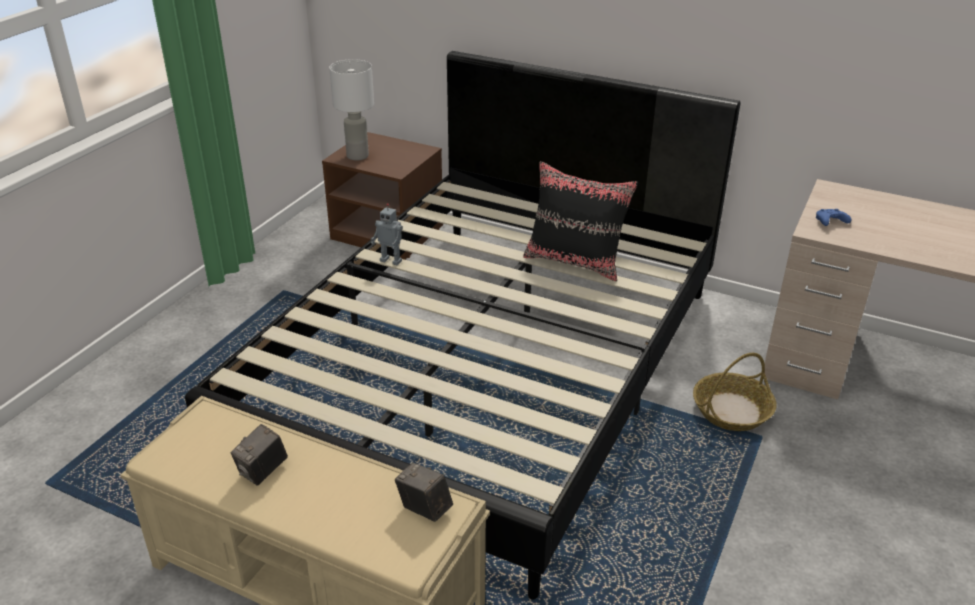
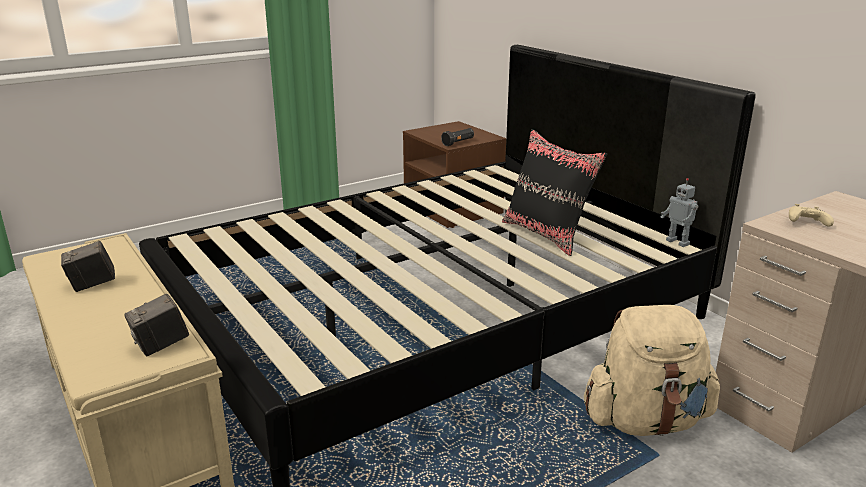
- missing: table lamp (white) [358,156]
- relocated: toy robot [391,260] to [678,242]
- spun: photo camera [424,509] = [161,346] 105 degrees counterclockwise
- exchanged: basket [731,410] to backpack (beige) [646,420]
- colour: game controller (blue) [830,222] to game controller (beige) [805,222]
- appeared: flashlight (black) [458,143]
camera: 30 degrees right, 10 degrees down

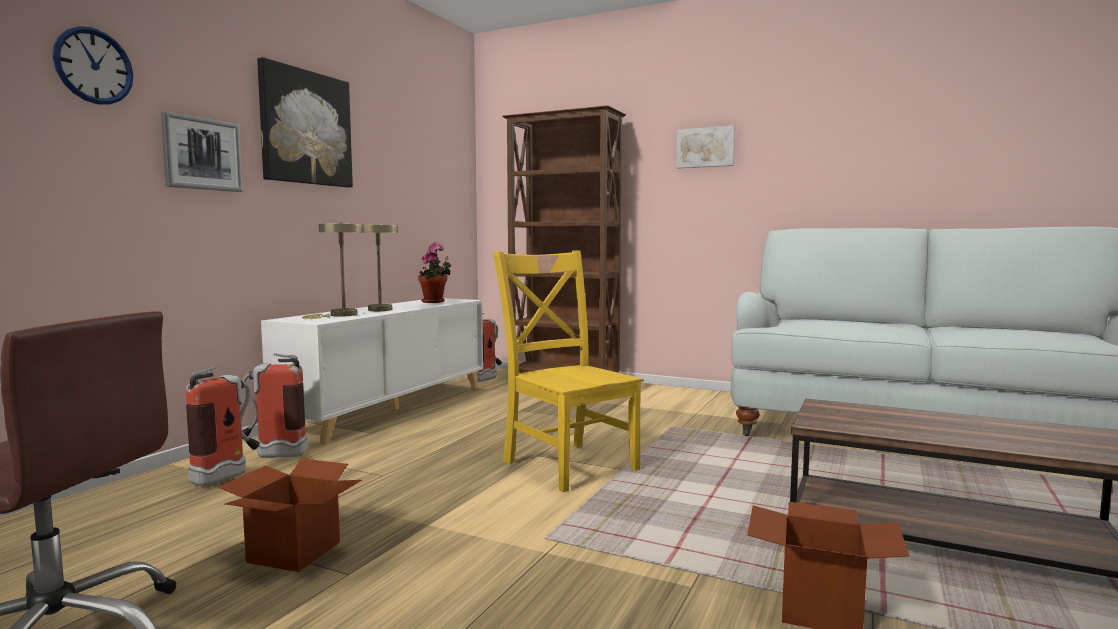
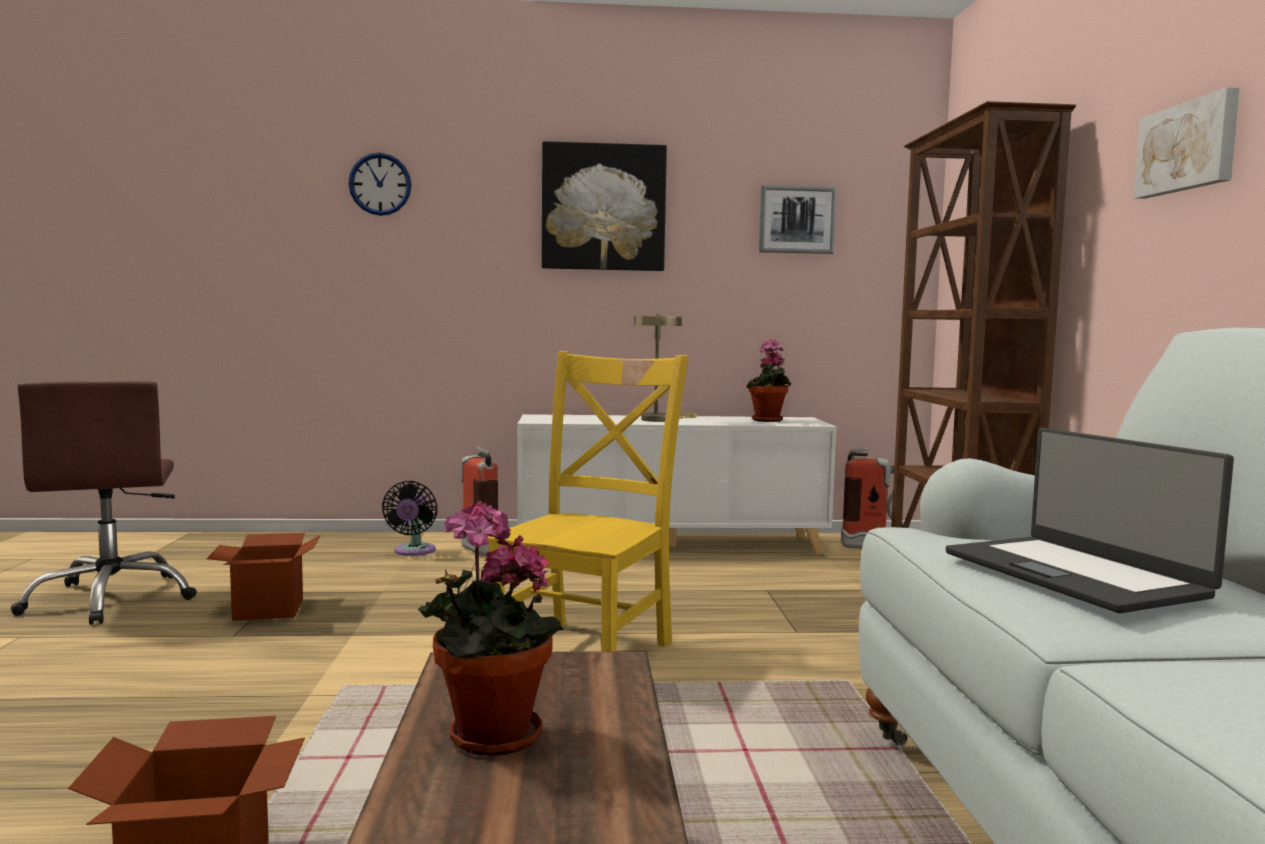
- relocated: picture [202,154] to [796,220]
- exchanged: fire extinguisher [228,476] to fan (black) [413,551]
- missing: table lamp (beige) [339,315]
- appeared: potted plant [487,738]
- appeared: laptop [1074,574]
camera: 60 degrees right, 0 degrees up

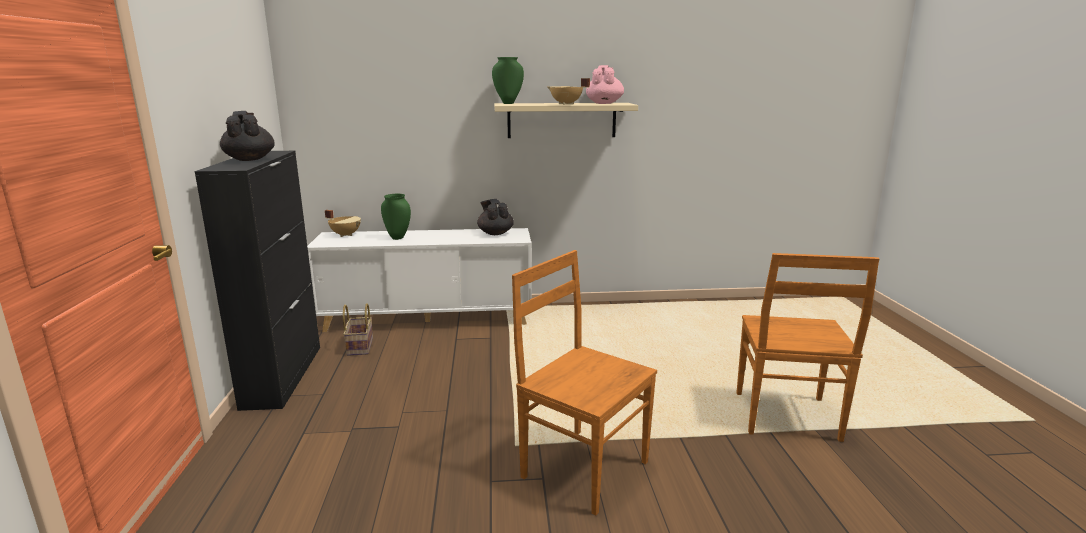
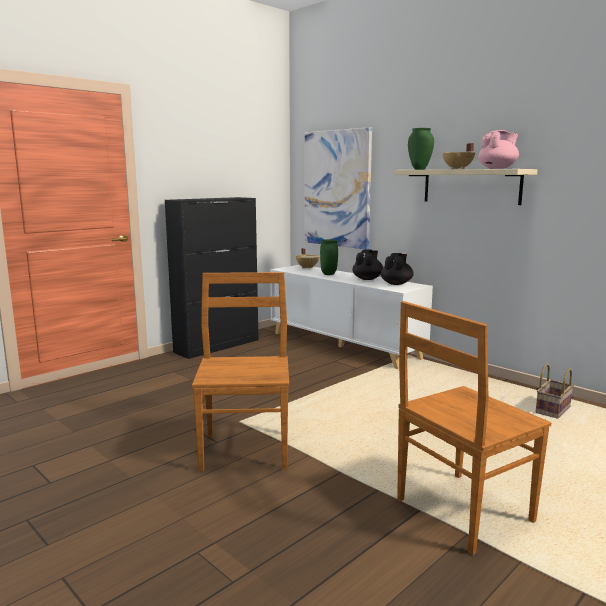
- relocated: teapot (black) [249,159] to [367,279]
- relocated: basket [359,346] to [552,409]
- appeared: picture [337,189]
camera: 50 degrees right, 5 degrees down

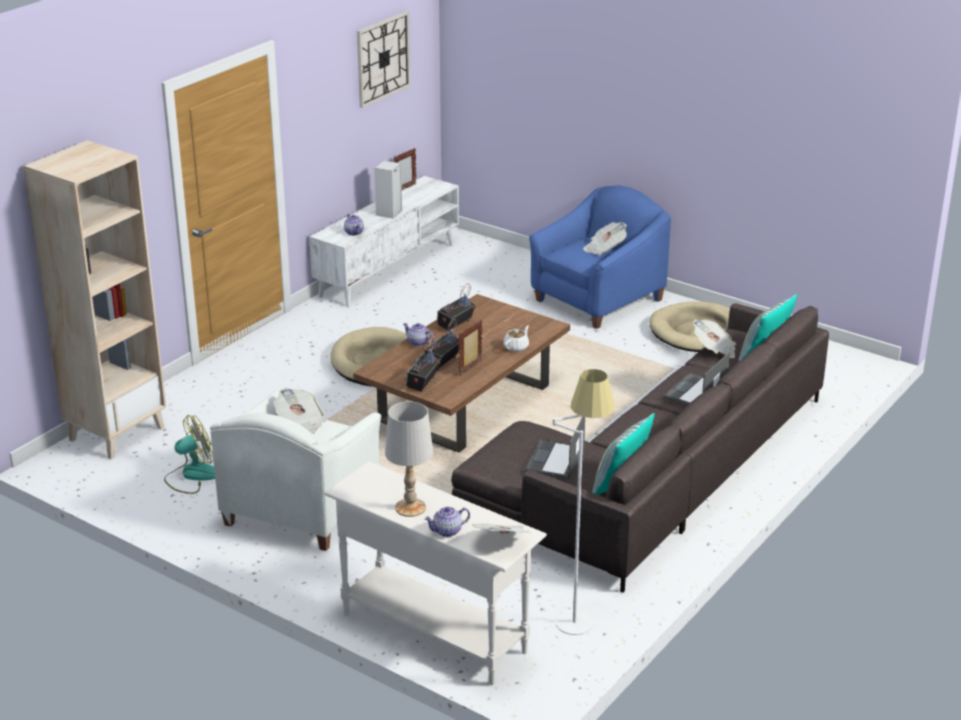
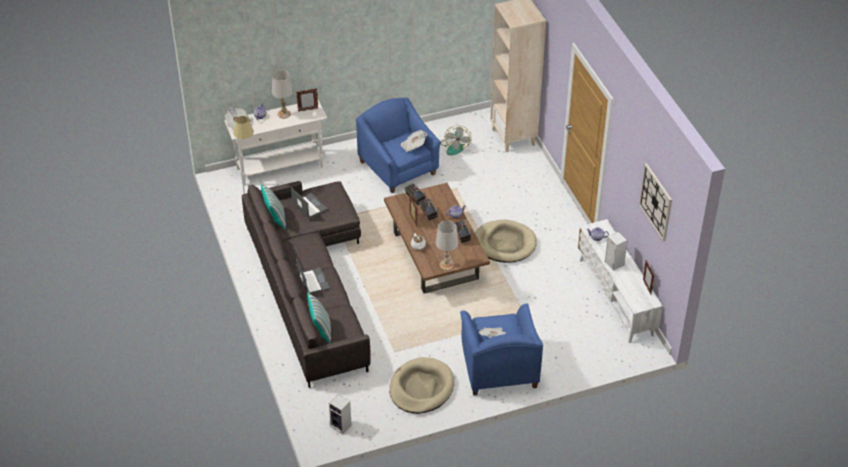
- colour: armchair (white) [302,507] to armchair (blue) [398,168]
- missing: newspaper [714,349]
- appeared: picture frame [308,110]
- appeared: speaker [341,426]
- appeared: table lamp (white) [446,264]
camera: 125 degrees right, 15 degrees up

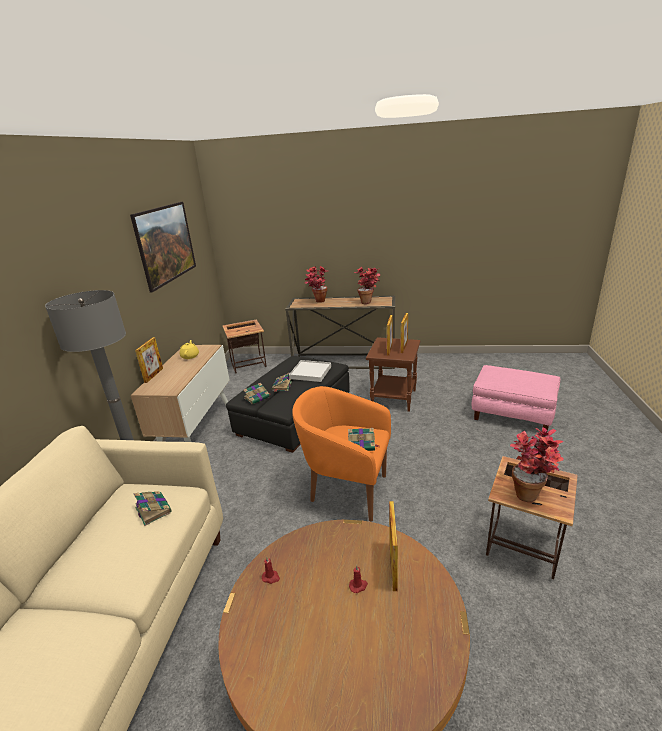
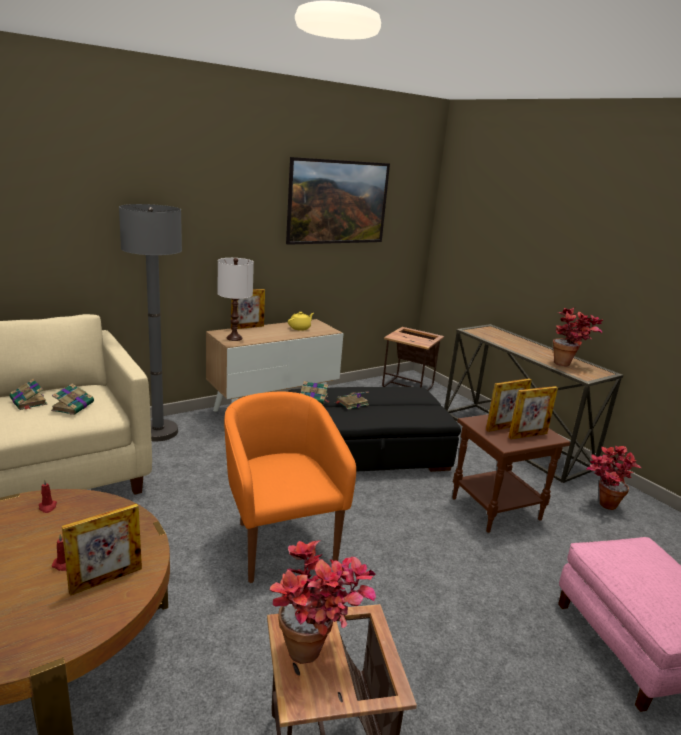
- missing: tray (white) [310,372]
- relocated: potted plant [317,302] to [601,504]
- relocated: book [362,445] to [29,402]
- appeared: table lamp (white) [234,338]
camera: 45 degrees right, 5 degrees down

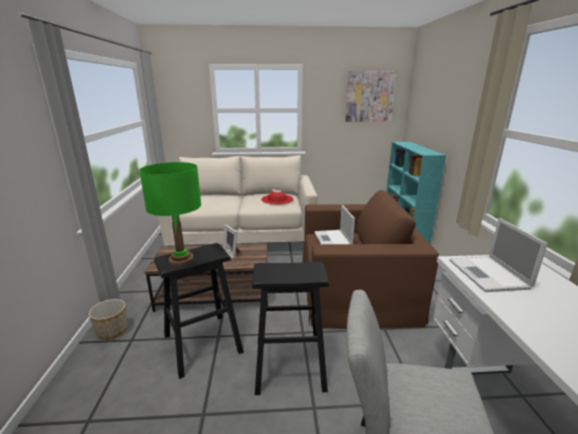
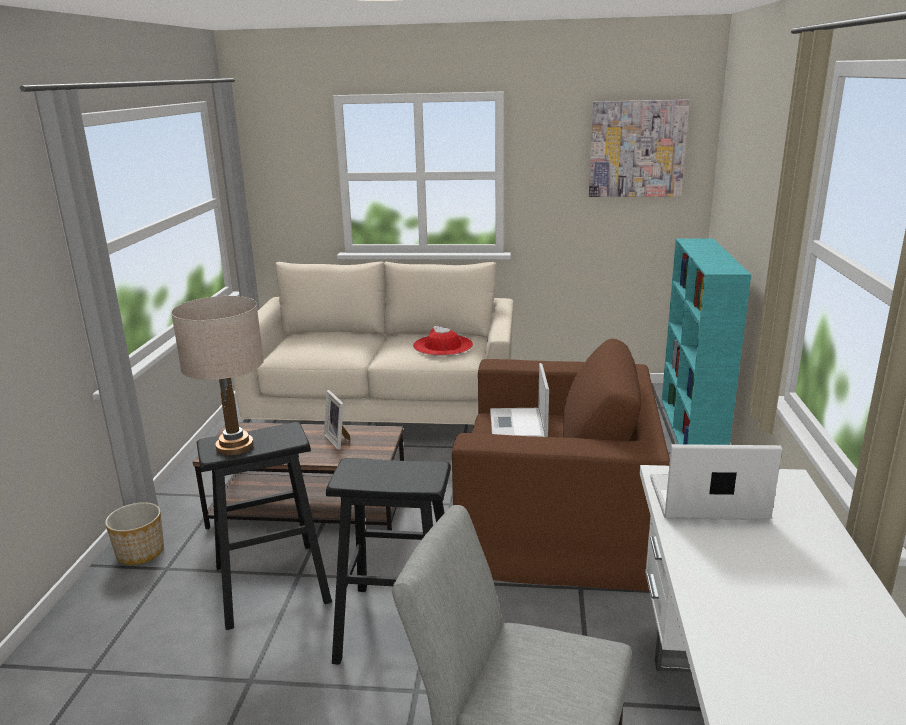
- colour: table lamp (green) [181,260] to table lamp (beige) [234,446]
- spun: laptop [489,274] = [704,499] 90 degrees clockwise
camera: 10 degrees right, 0 degrees up

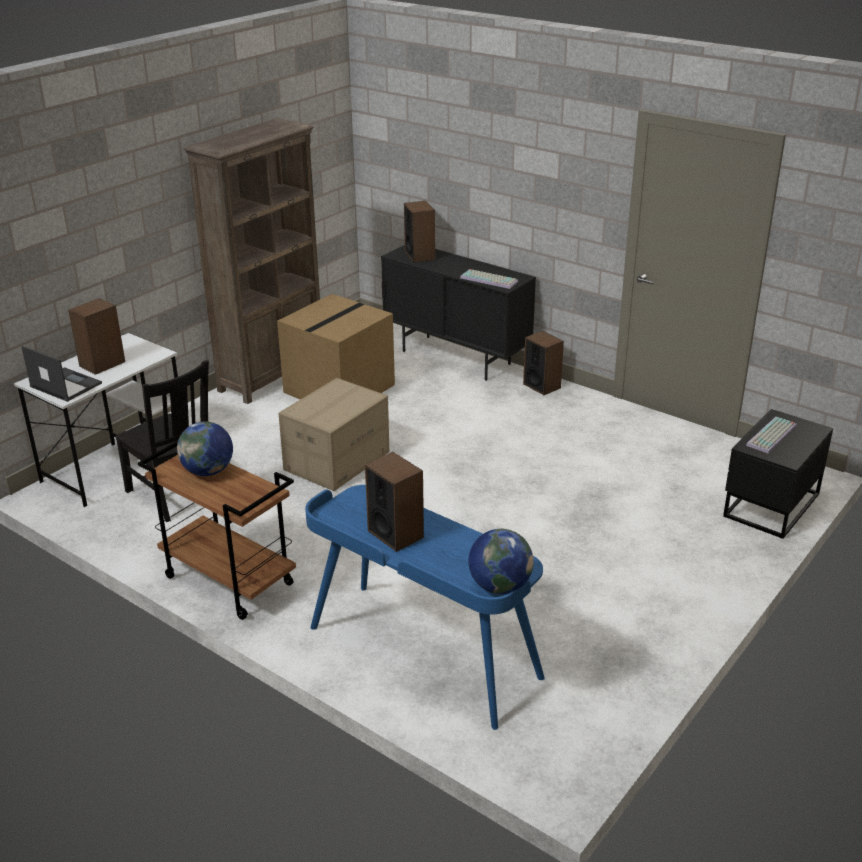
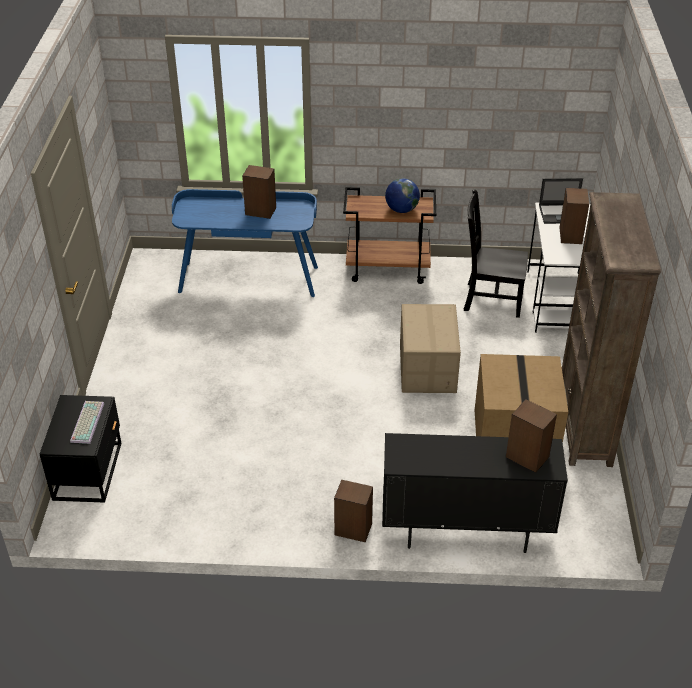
- missing: keyboard [490,279]
- missing: globe [500,586]
camera: 145 degrees right, 10 degrees up

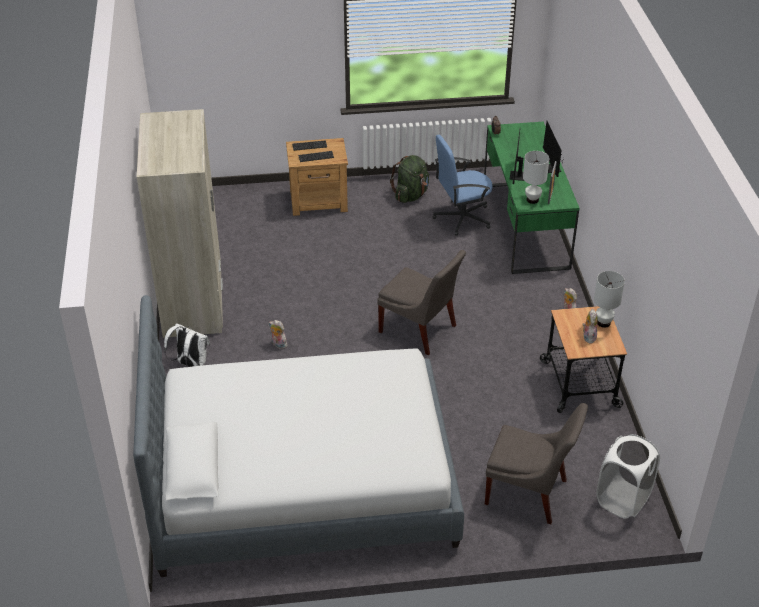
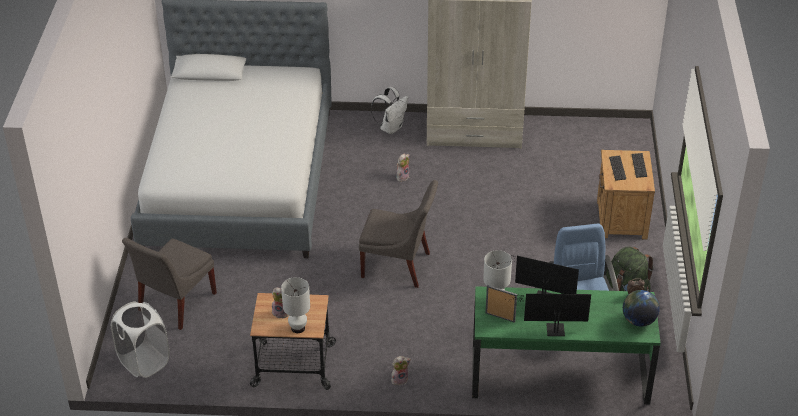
- spun: chair (grey) [420,330] = [399,266] 120 degrees counterclockwise
- appeared: globe [638,320]
camera: 100 degrees right, 0 degrees up

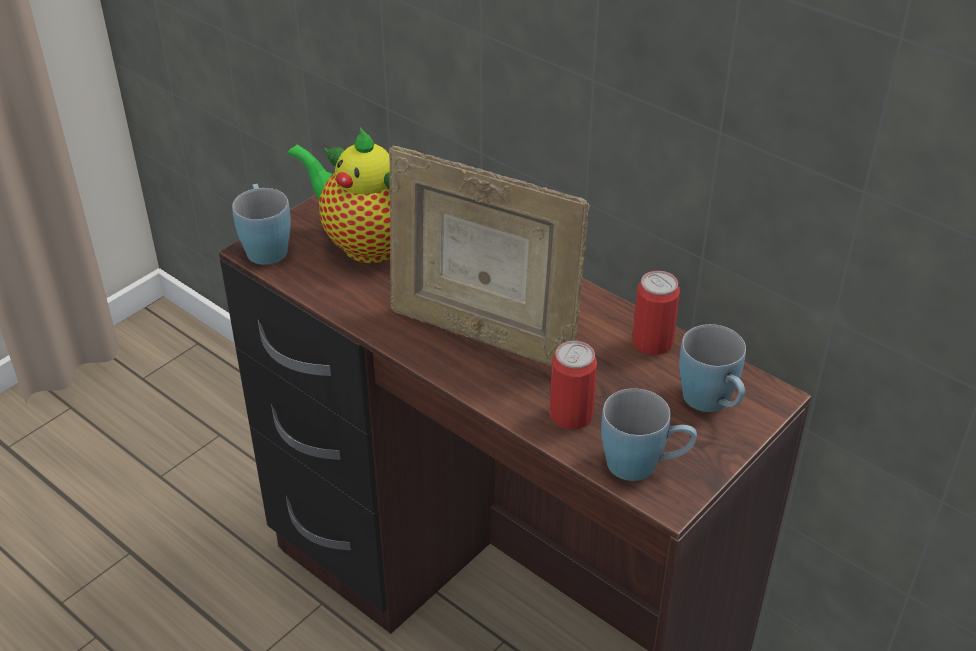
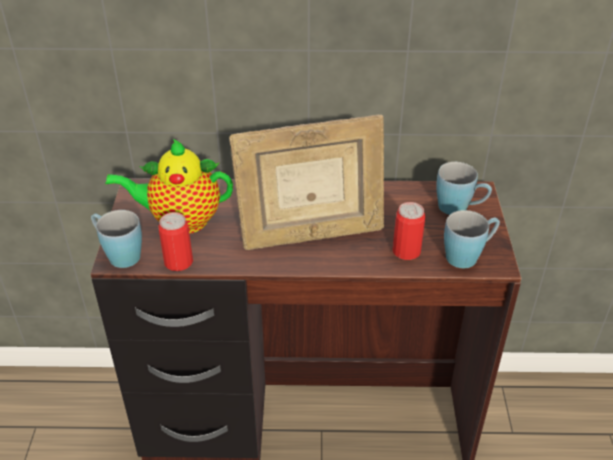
- relocated: can [652,343] to [178,262]
camera: 40 degrees left, 0 degrees up

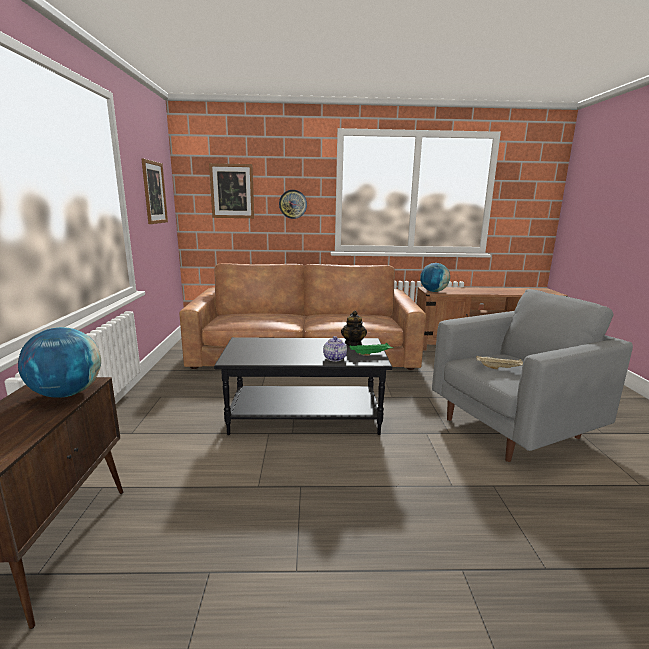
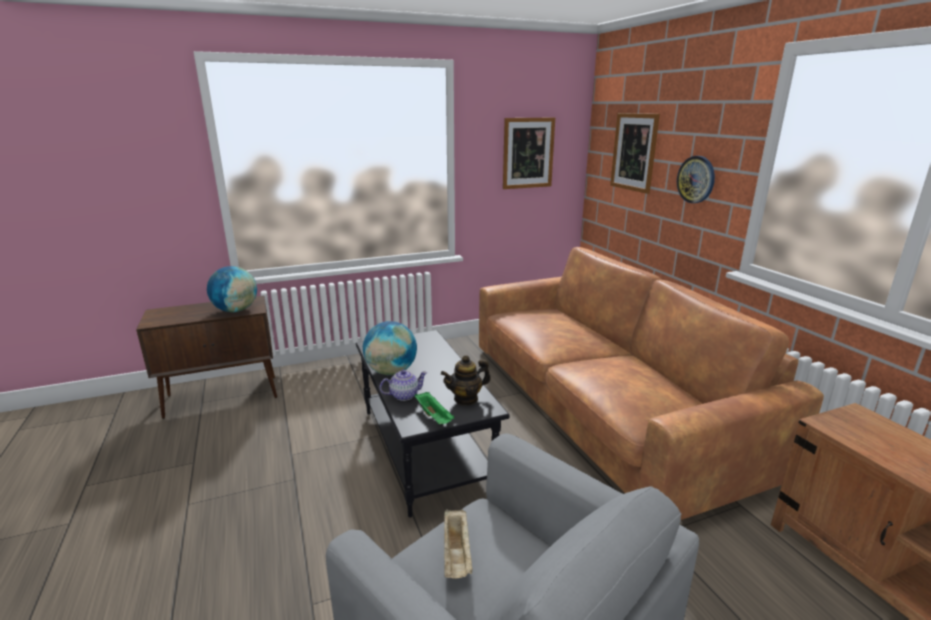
- relocated: globe [433,291] to [391,371]
camera: 70 degrees right, 5 degrees up

